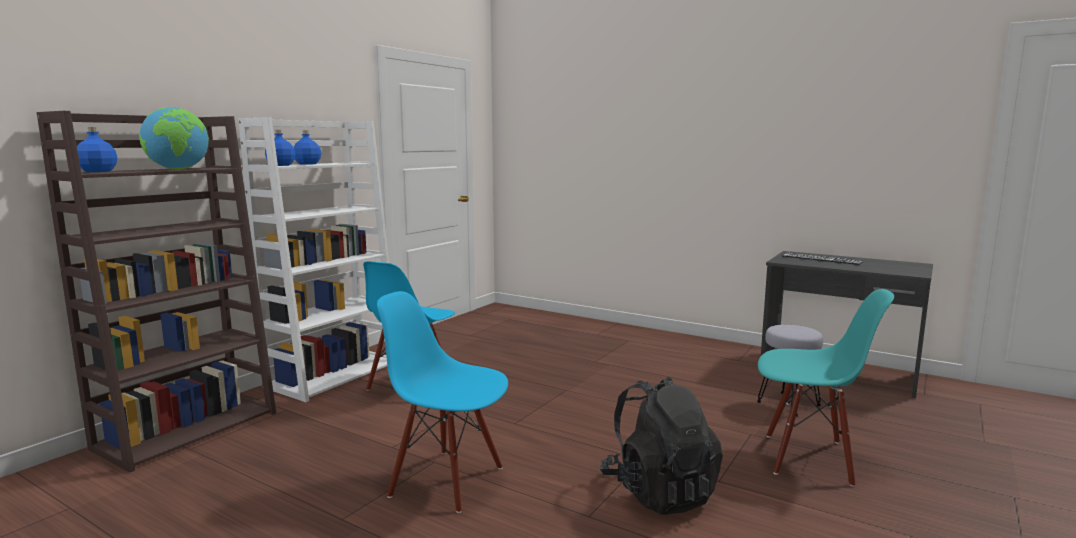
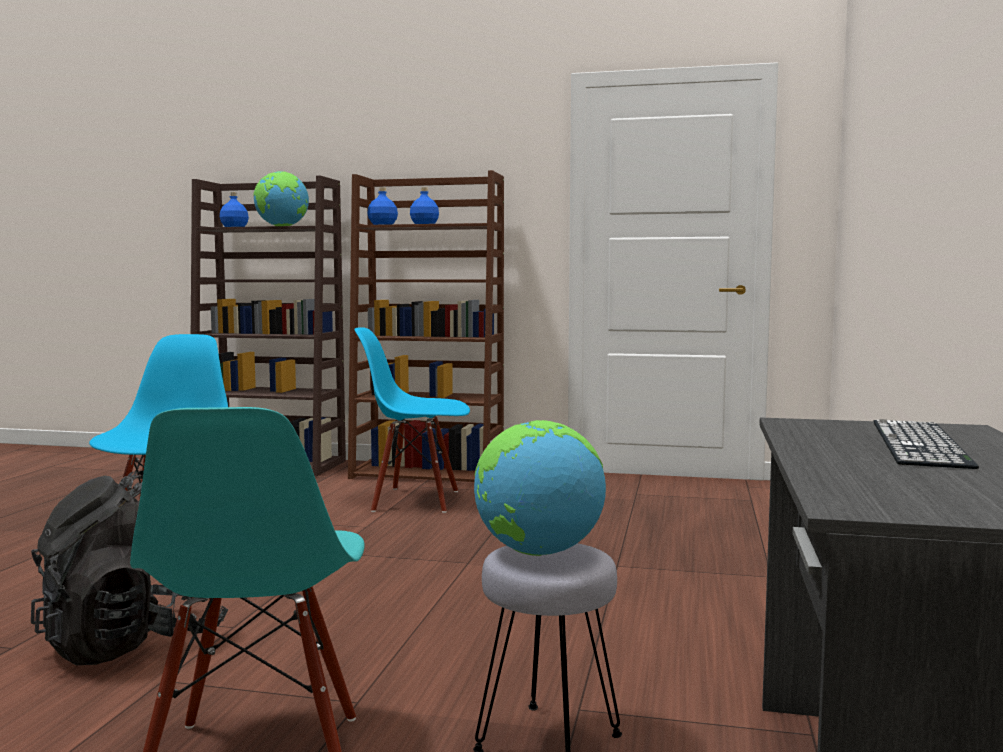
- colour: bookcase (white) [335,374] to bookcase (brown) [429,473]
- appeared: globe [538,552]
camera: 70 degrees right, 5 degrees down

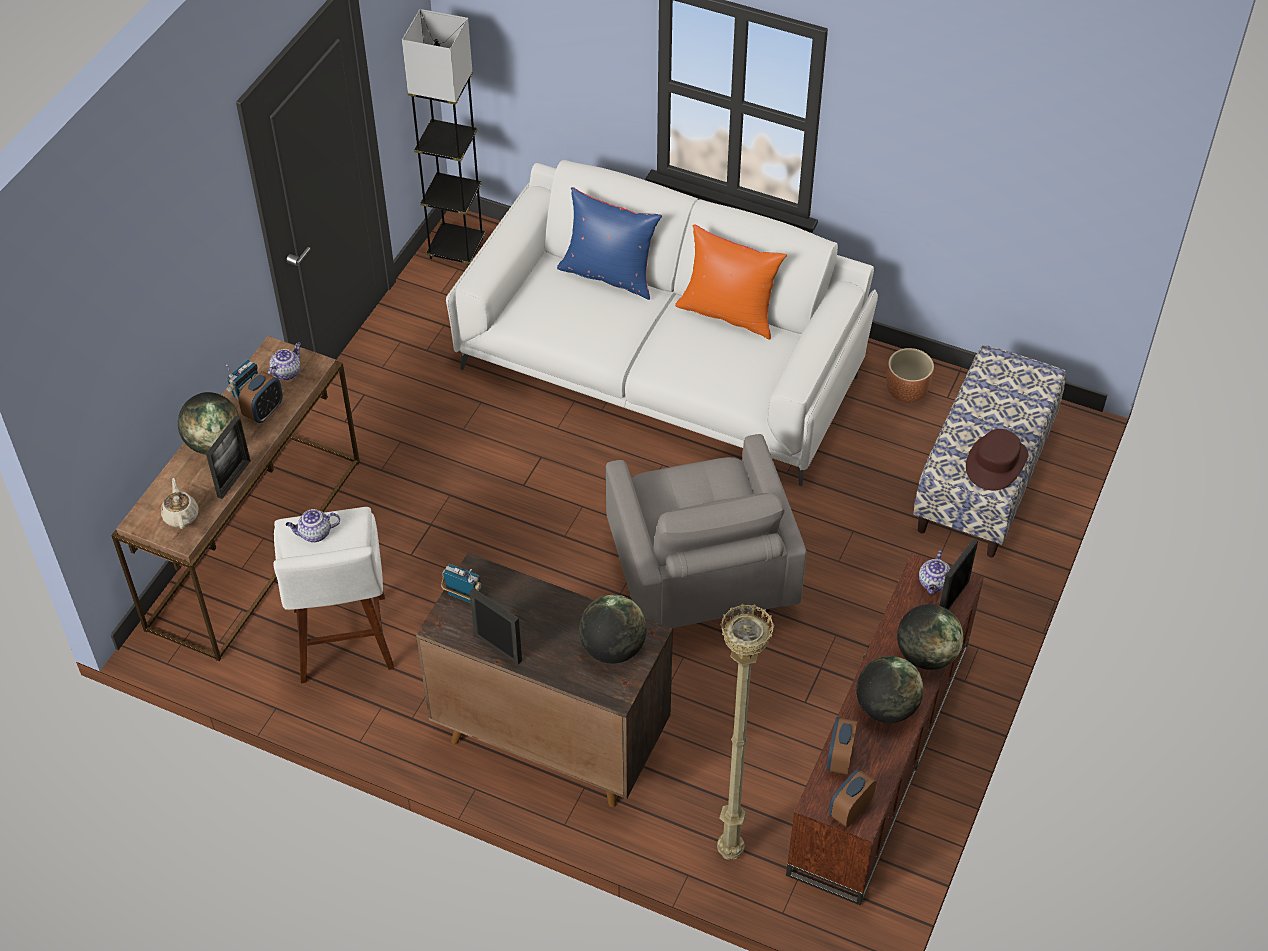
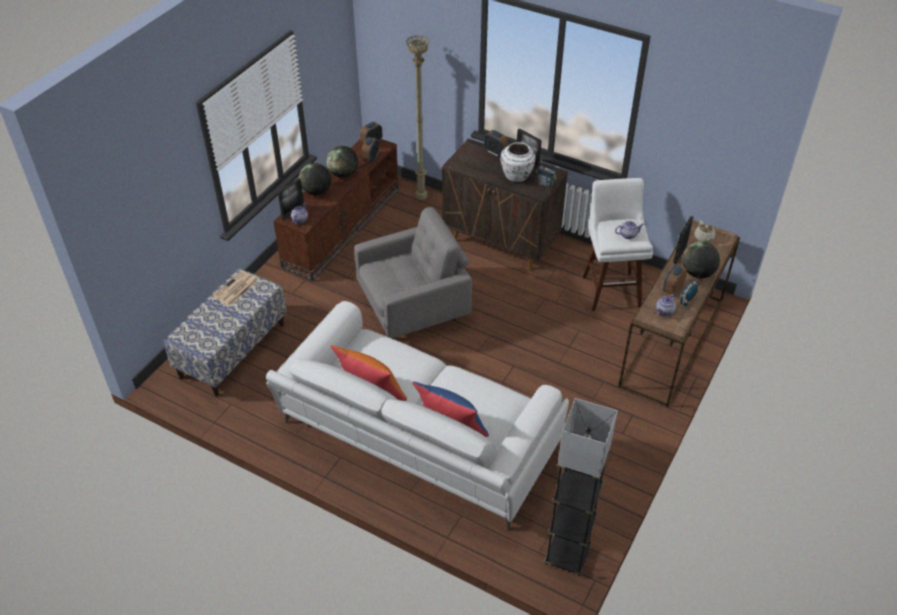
- missing: globe [613,648]
- spun: armchair (grey) [700,577] = [414,308] 75 degrees clockwise
- missing: planter (brown) [907,391]
- exchanged: hat (brown) [996,462] to newspaper [235,289]
- appeared: alarm clock [495,152]
- appeared: vase (white) [517,176]
camera: 175 degrees left, 5 degrees down

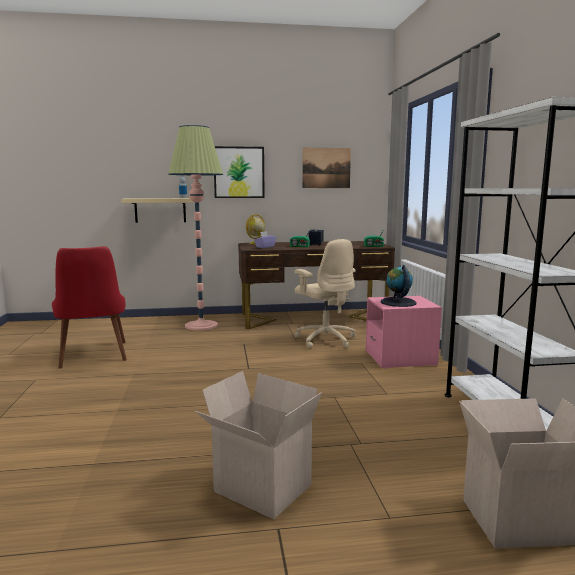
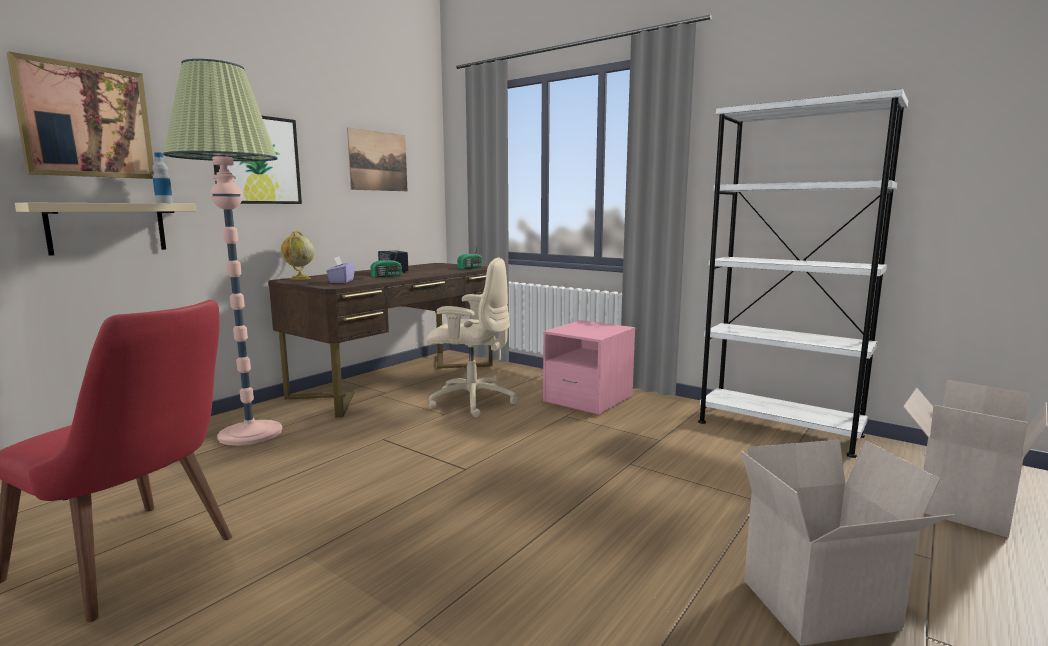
- missing: globe [398,302]
- appeared: picture [86,121]
camera: 45 degrees left, 0 degrees up

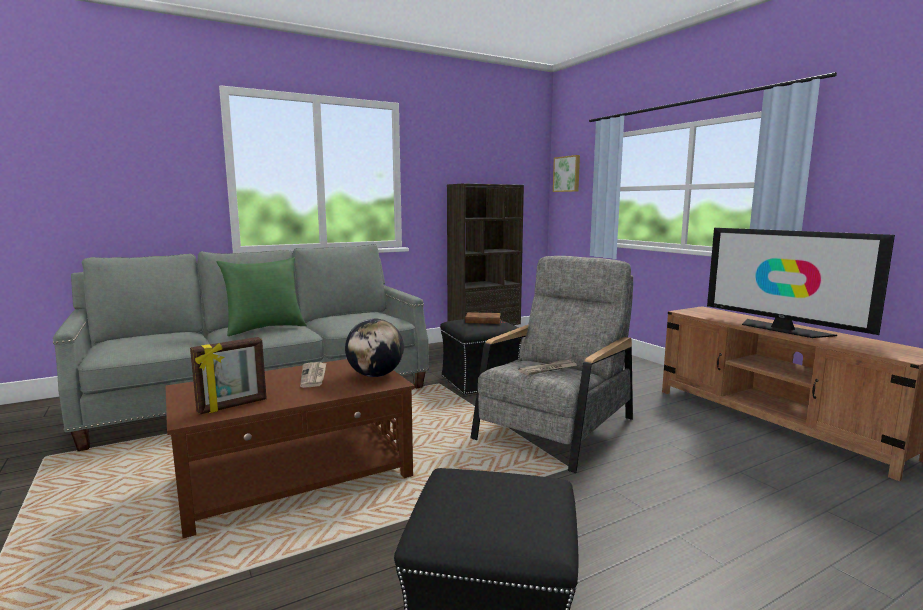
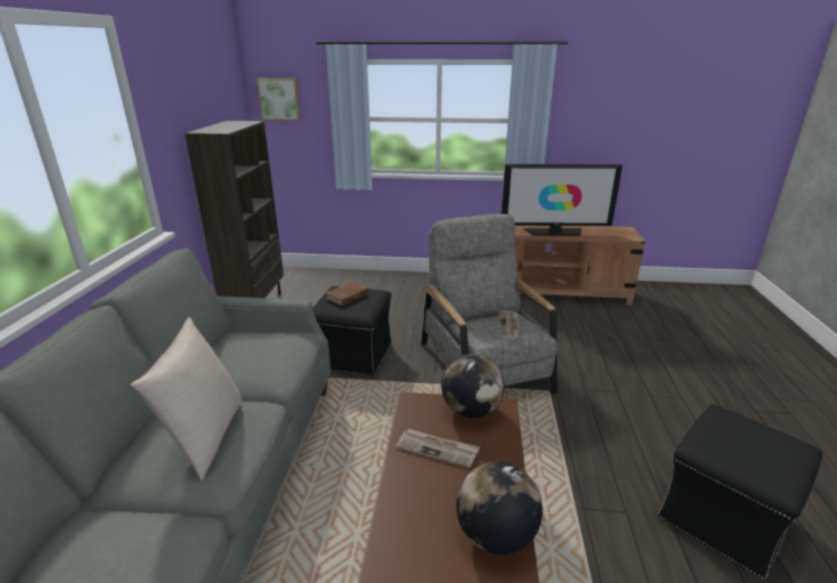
- exchanged: picture frame [233,406] to globe [495,536]
- colour: pillow (green) [265,328] to pillow (beige) [205,436]
camera: 55 degrees left, 15 degrees up

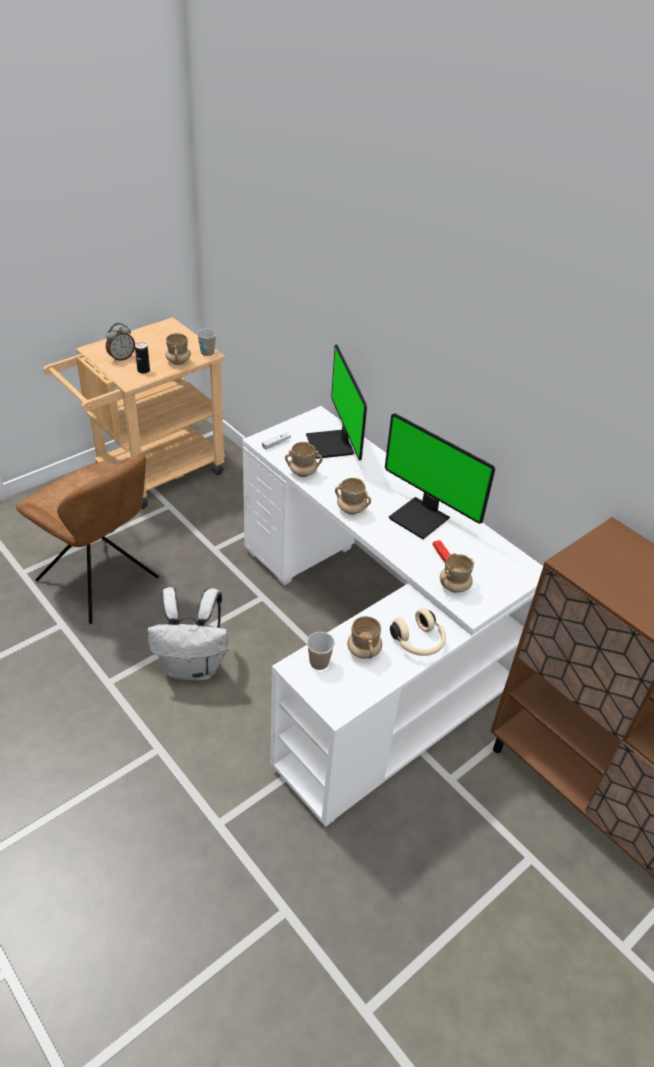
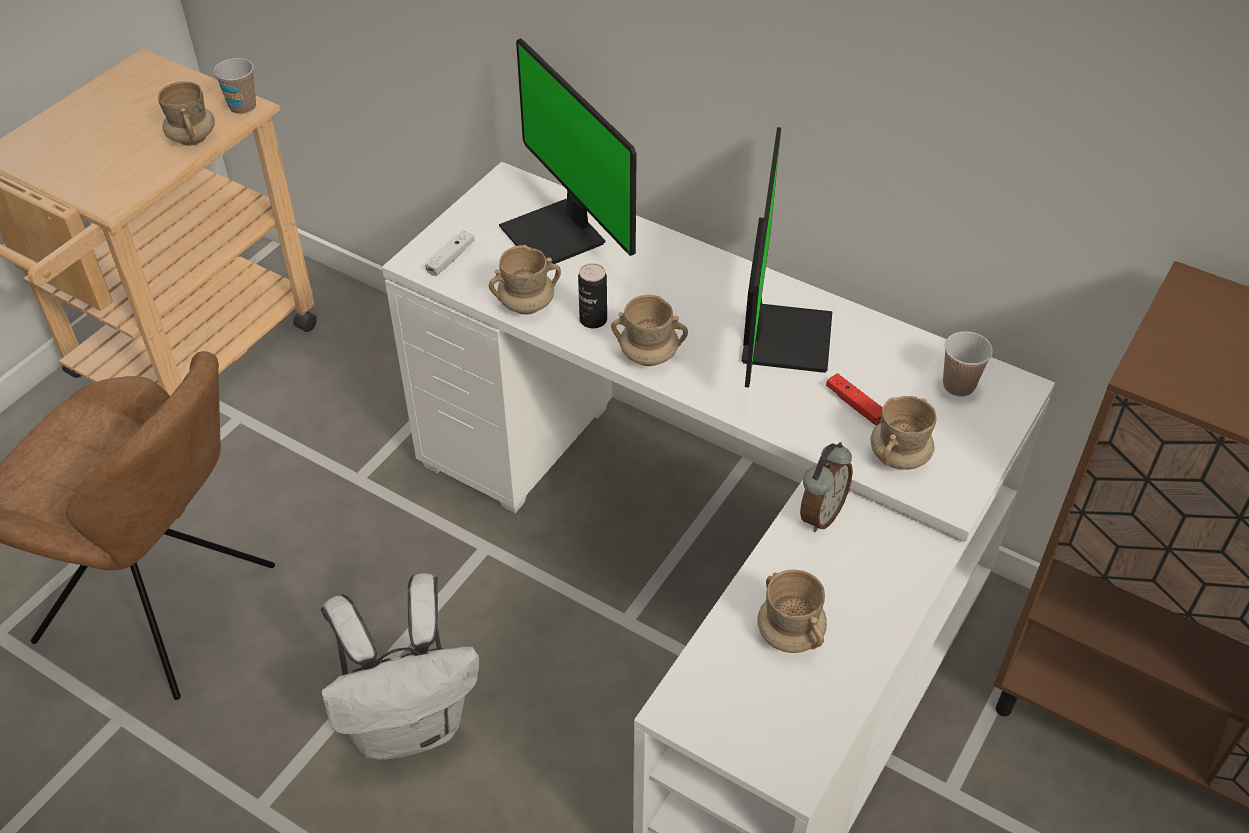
- relocated: alarm clock [121,358] to [820,514]
- relocated: can [143,370] to [593,320]
- relocated: cup [319,662] to [958,385]
- spun: monitor [421,518] = [781,337] 105 degrees counterclockwise
- missing: headphones (beige) [418,642]
camera: 15 degrees left, 5 degrees up

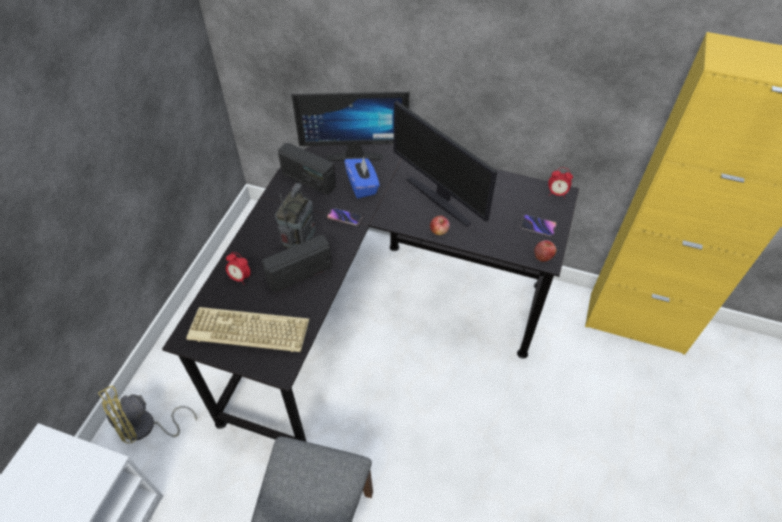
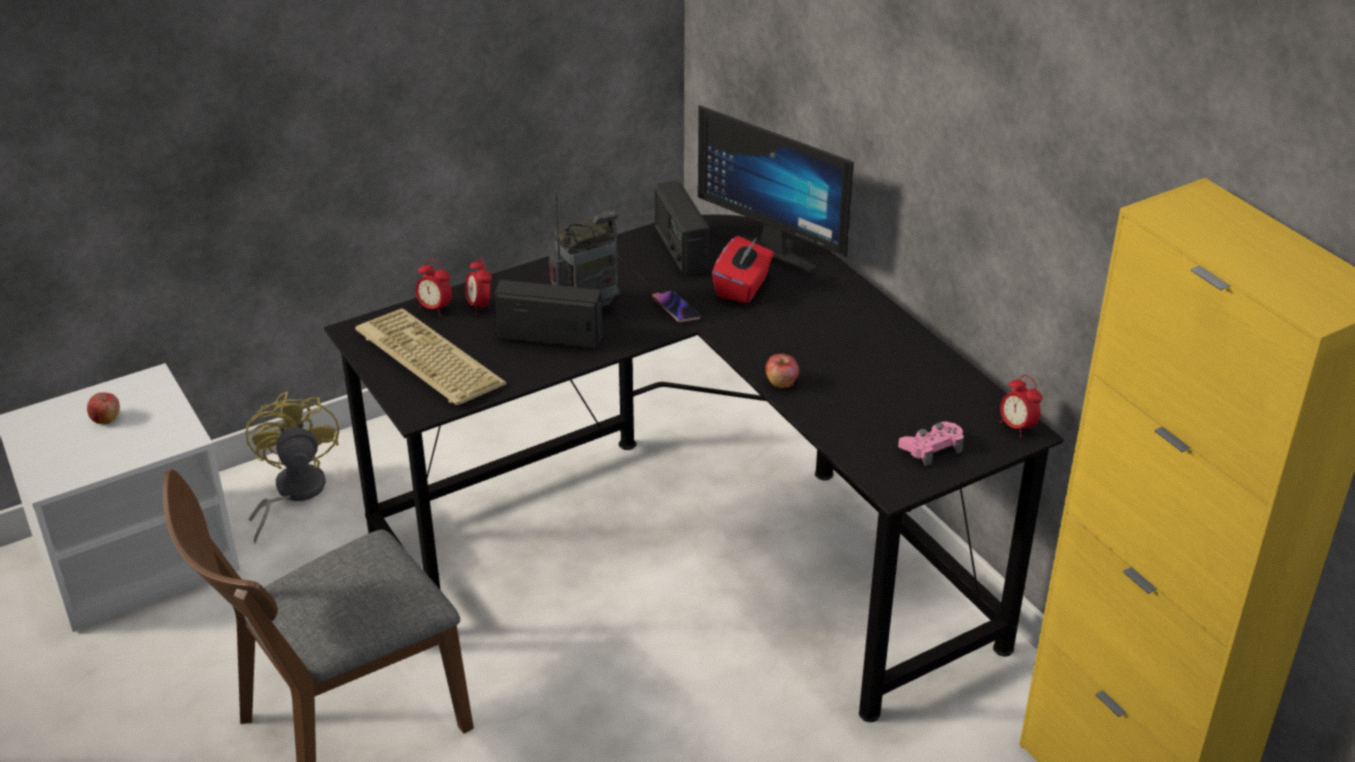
- spun: fan (yellow) [146,428] = [292,492] 75 degrees clockwise
- colour: tissue box (blue) [362,185] to tissue box (red) [743,287]
- missing: monitor [440,199]
- exchanged: phone [538,227] to game controller (pink) [931,448]
- relocated: apple [543,256] to [106,418]
- appeared: alarm clock [435,308]
camera: 40 degrees right, 15 degrees down

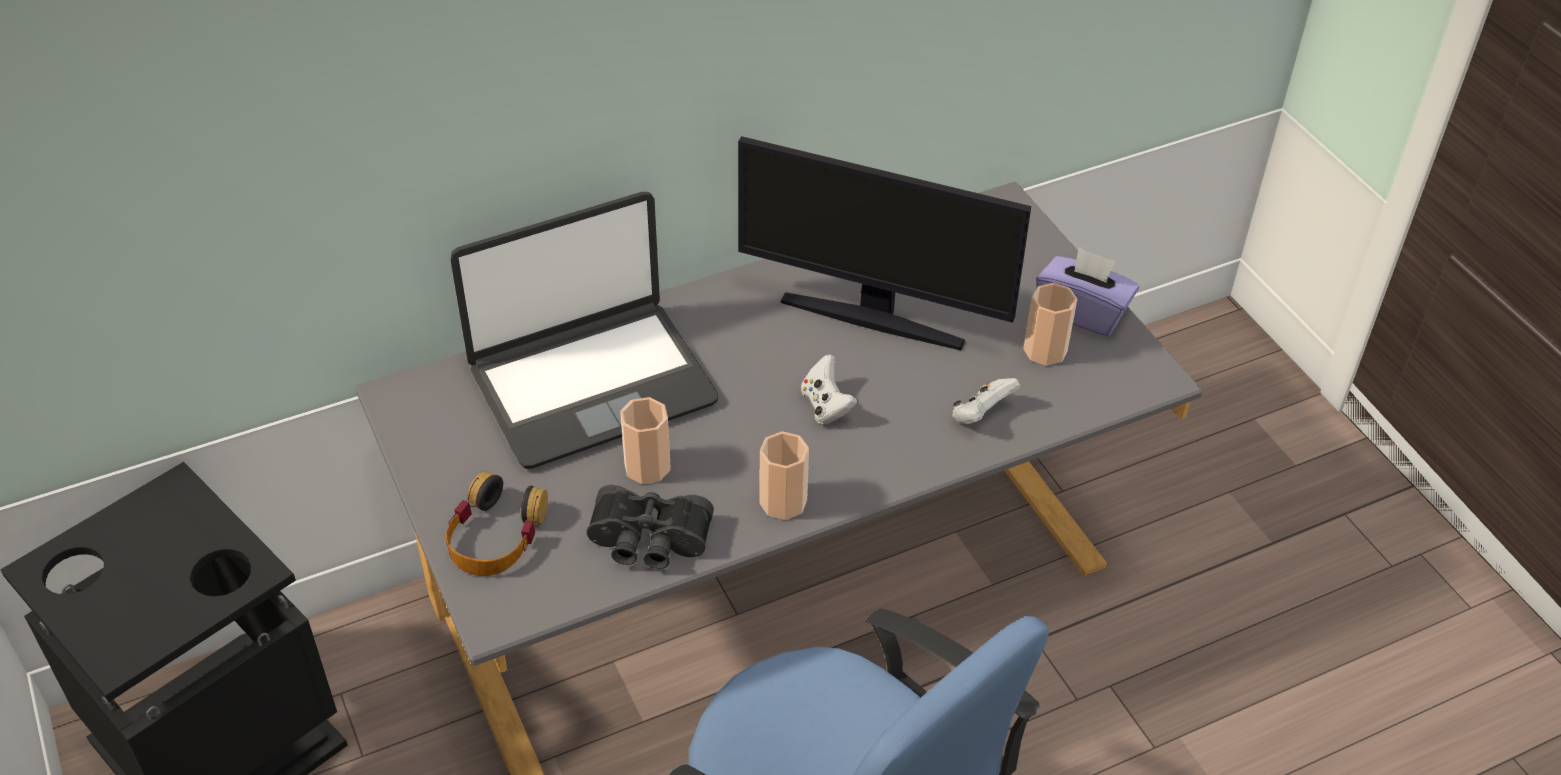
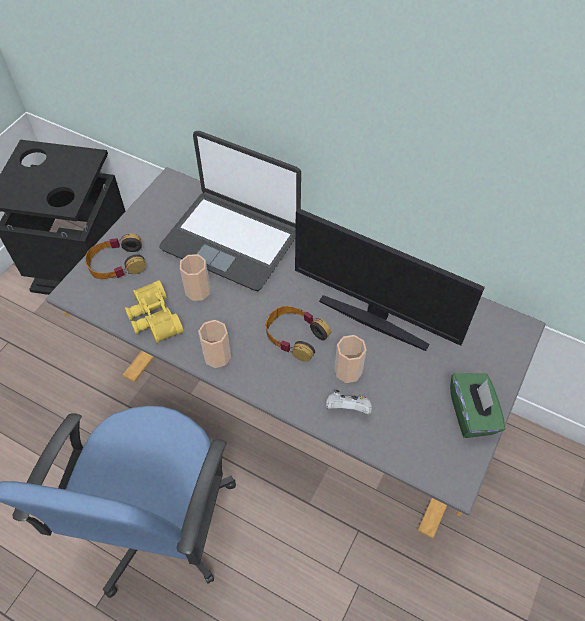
- colour: binoculars (black) [648,542] to binoculars (yellow) [153,319]
- spun: monitor [873,318] = [374,320] 45 degrees counterclockwise
- exchanged: game controller (white) [826,405] to headphones [295,336]
- relocated: cup [1045,350] to [348,371]
- colour: tissue box (purple) [1082,312] to tissue box (green) [472,414]
camera: 55 degrees right, 10 degrees up

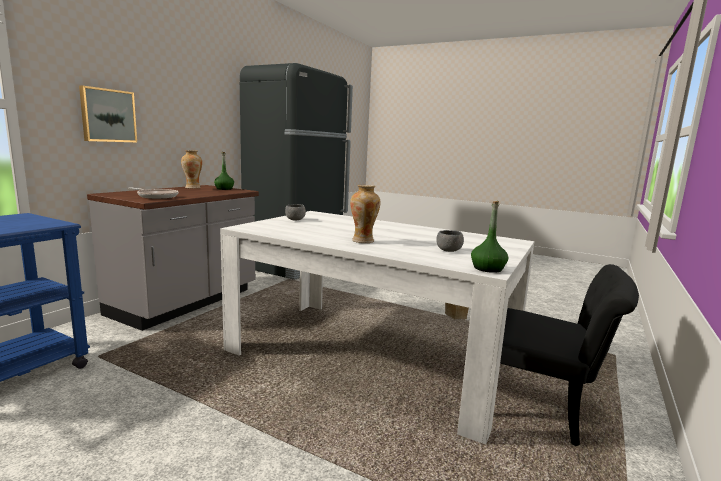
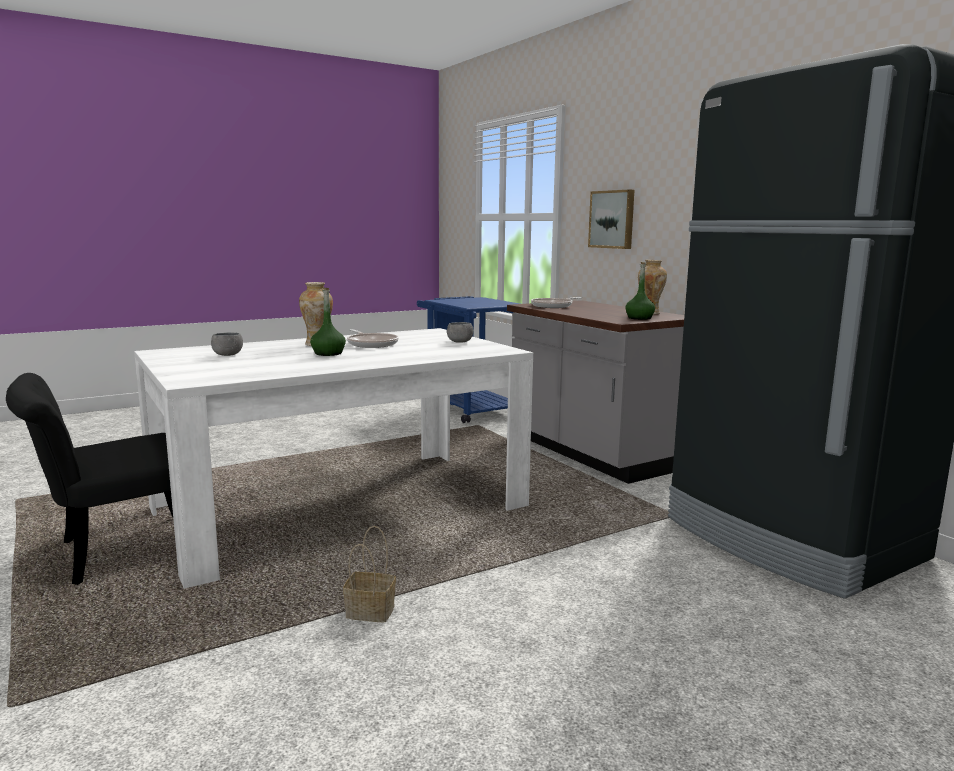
- relocated: bottle (green) [487,269] to [328,353]
- appeared: frying pan [371,344]
camera: 120 degrees right, 0 degrees up

